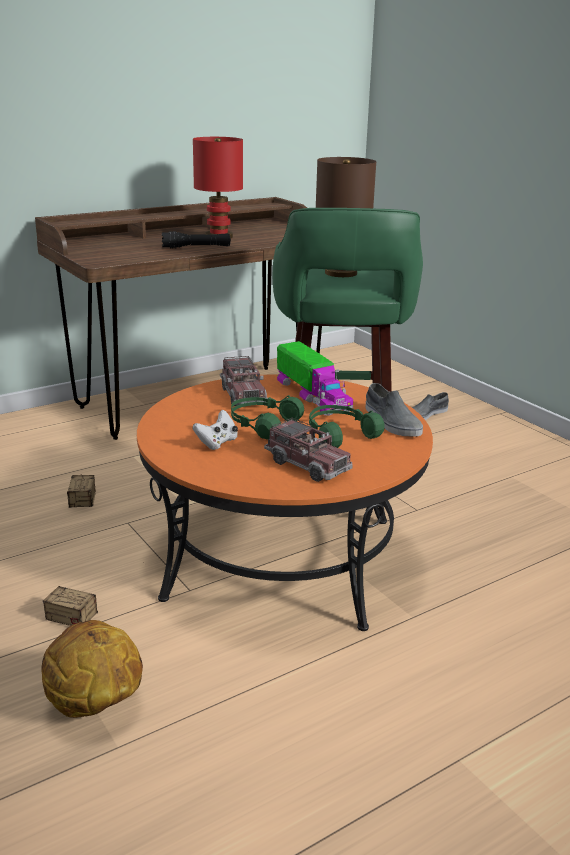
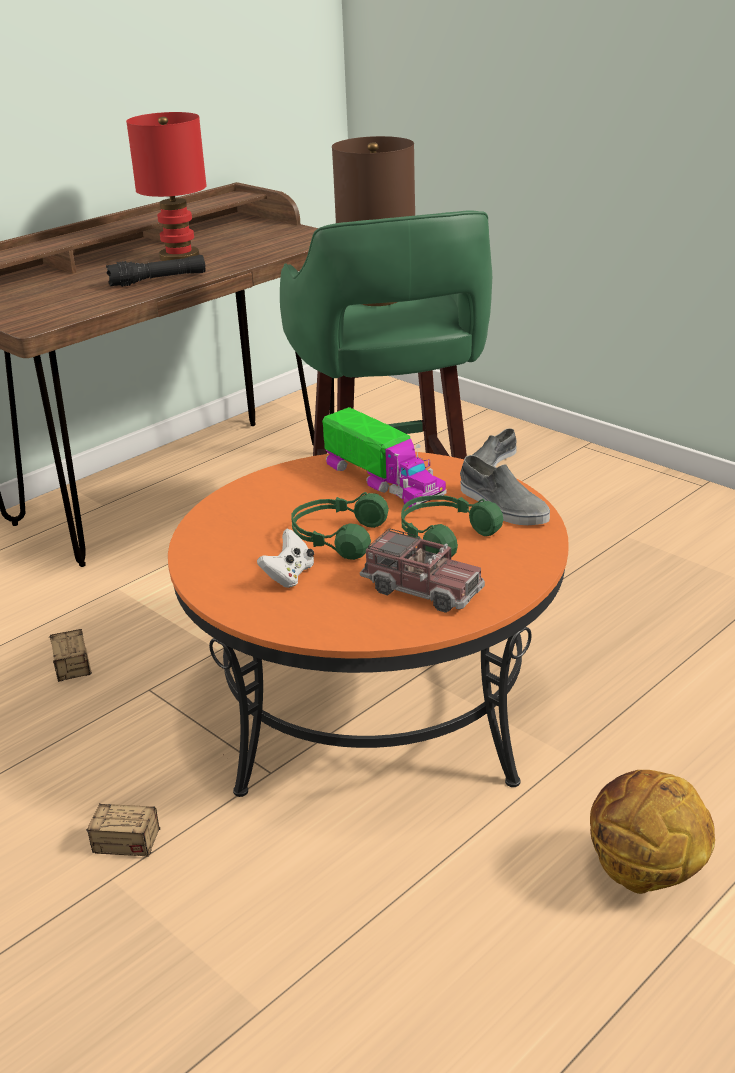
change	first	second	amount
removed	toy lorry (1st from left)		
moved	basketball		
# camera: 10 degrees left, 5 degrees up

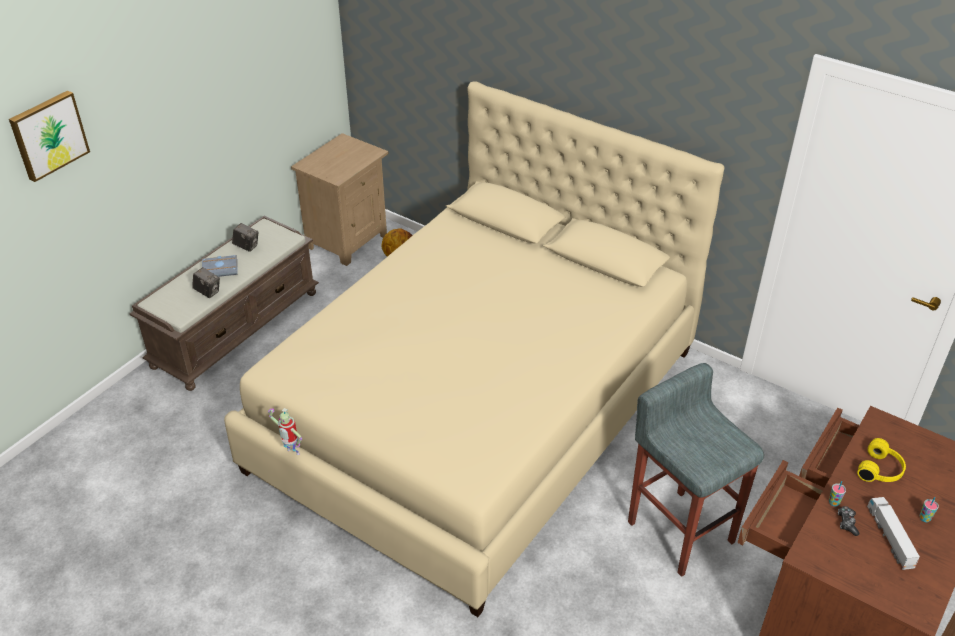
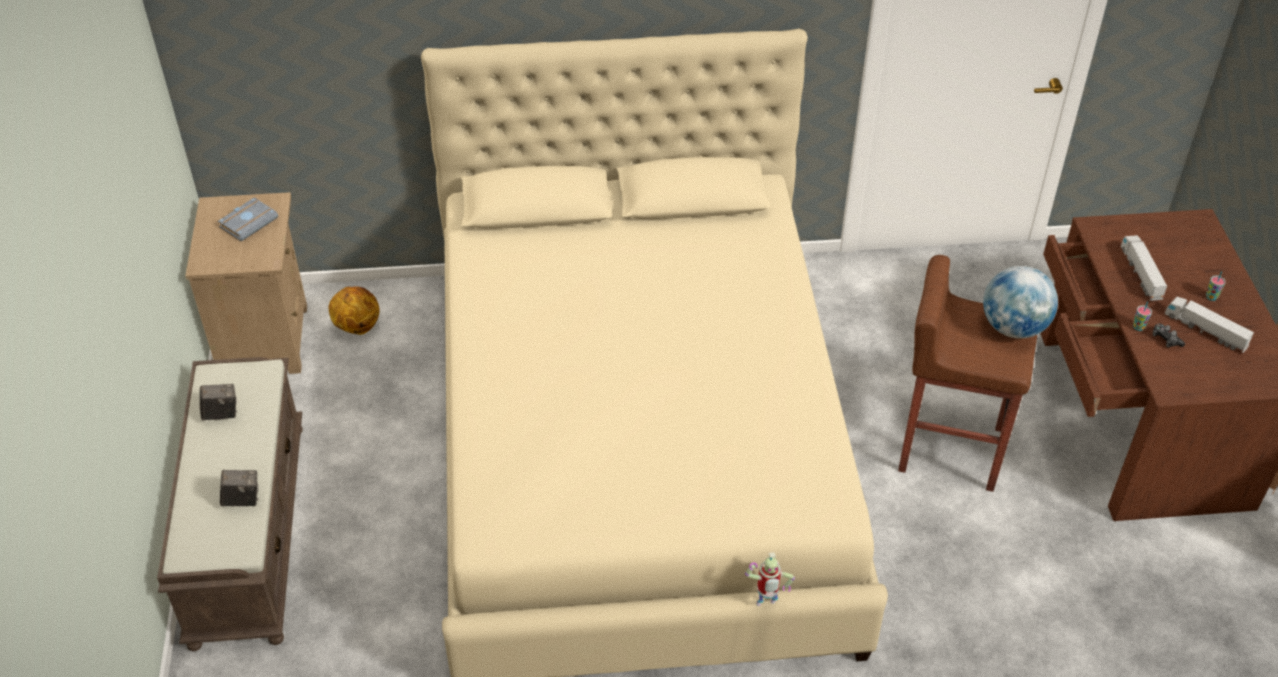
change	first	second	amount
removed	picture		
added		desk globe	
moved	volume (greyish)		
moved	robot figure		
replaced	headphones (yellowish)	toy lorry (1st from left)	
recoloured	sitting stool (greyish)	sitting stool (brownish)	
# camera: 40 degrees left, 5 degrees up

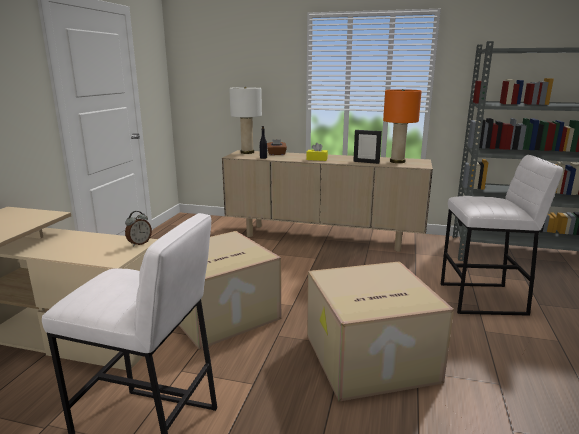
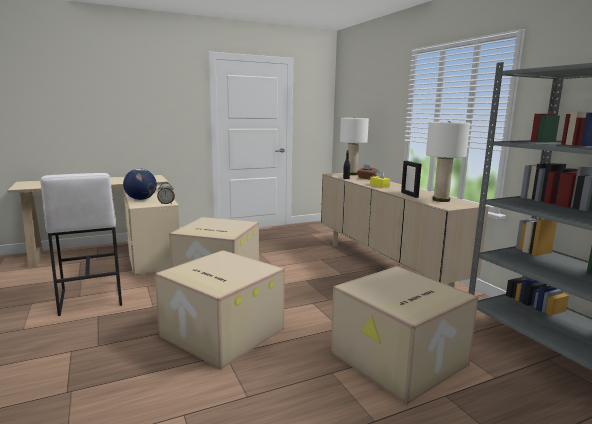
change	first	second	amount
added		desk globe	
replaced	sitting stool (white) (2nd from left)	packing box (3rd from left)	
recoloured	tabletop lamp (orange-coloured)	tabletop lamp (white) (2nd from left)	
# camera: 50 degrees right, 5 degrees down

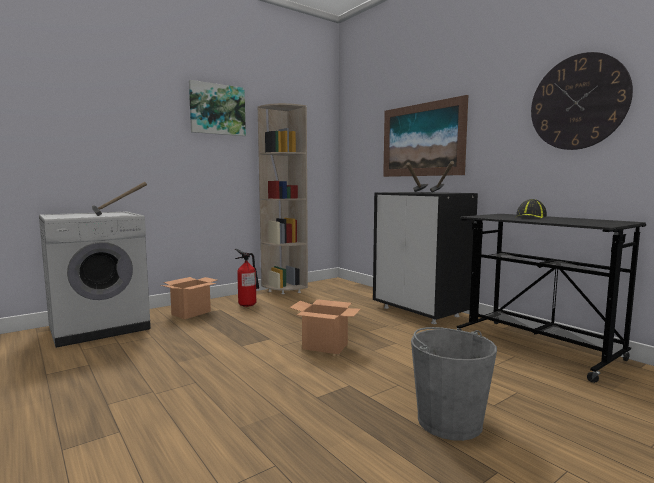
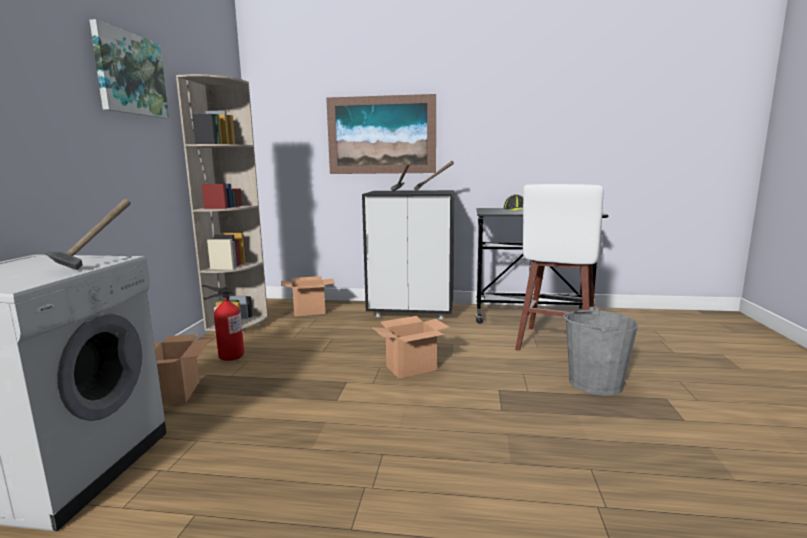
change	first	second	amount
removed	clock on the wall		
added		packing box (2nd from left)	
added		sitting stool (white)	
# camera: 45 degrees left, 5 degrees up

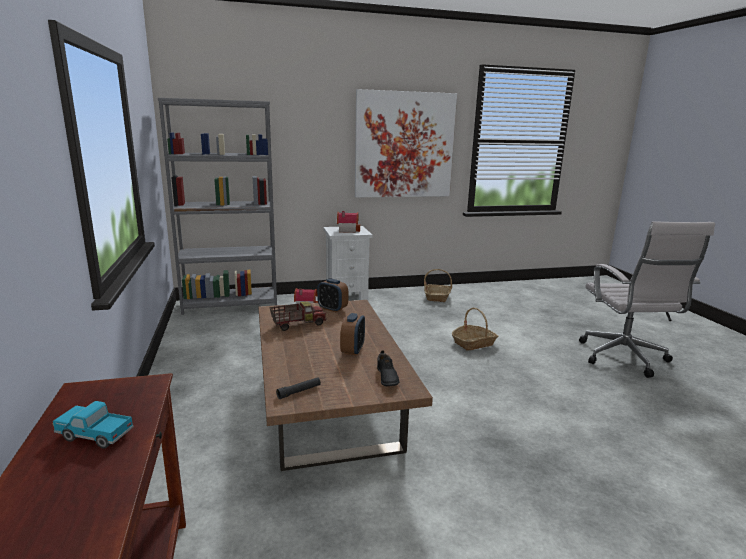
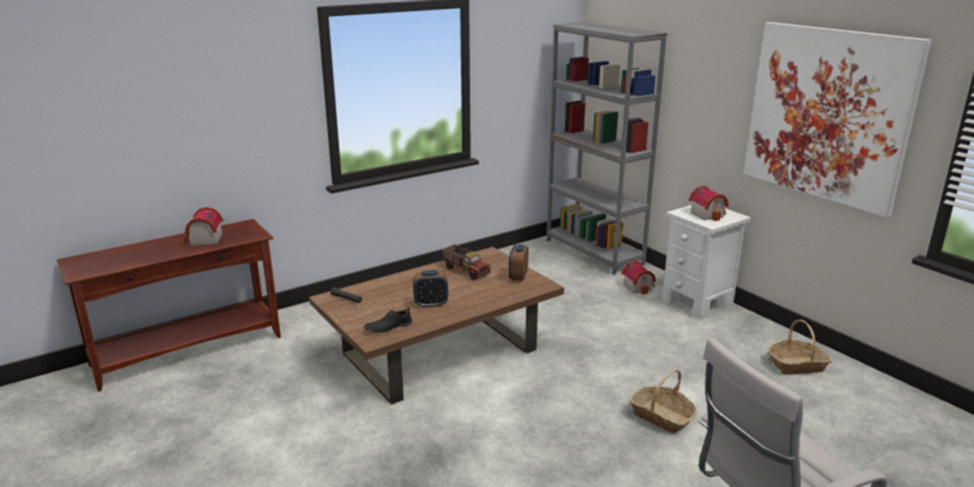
change	first	second	amount
replaced	toy lorry (1st from left)	miniature house (1st from left)	
# camera: 70 degrees right, 5 degrees up

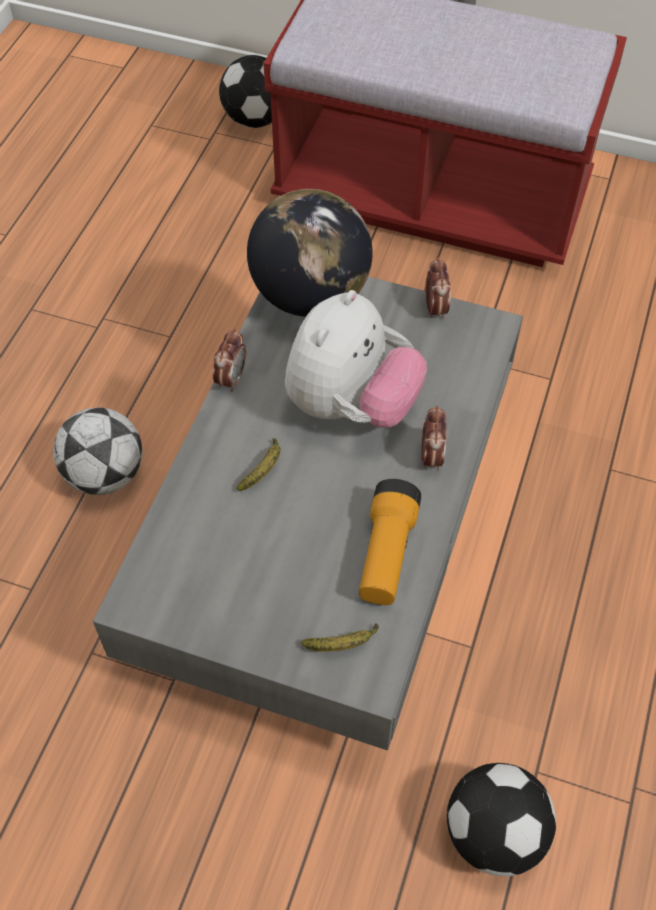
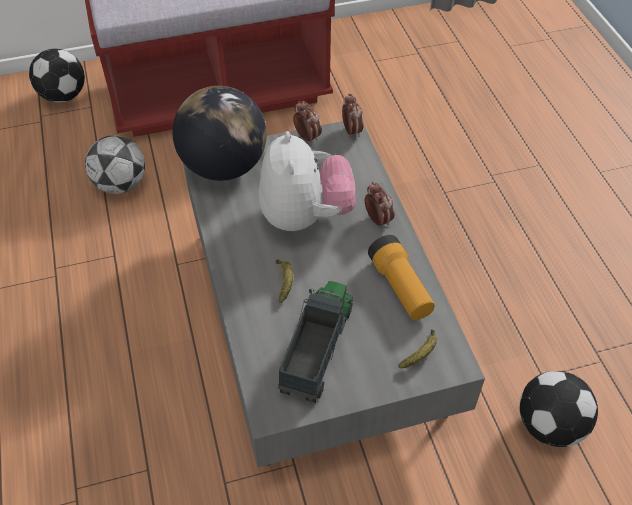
change	first	second	amount
added		toy lorry	
moved	ball for football (1st from left in the first image)	ball for football (2nd from left)	
moved	alarm clock (1st from left in the first image)	alarm clock (2nd from left)	
# camera: 35 degrees left, 5 degrees down

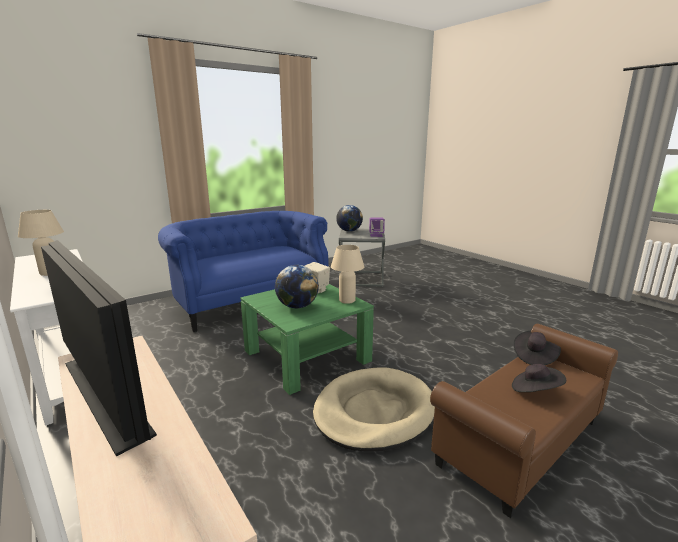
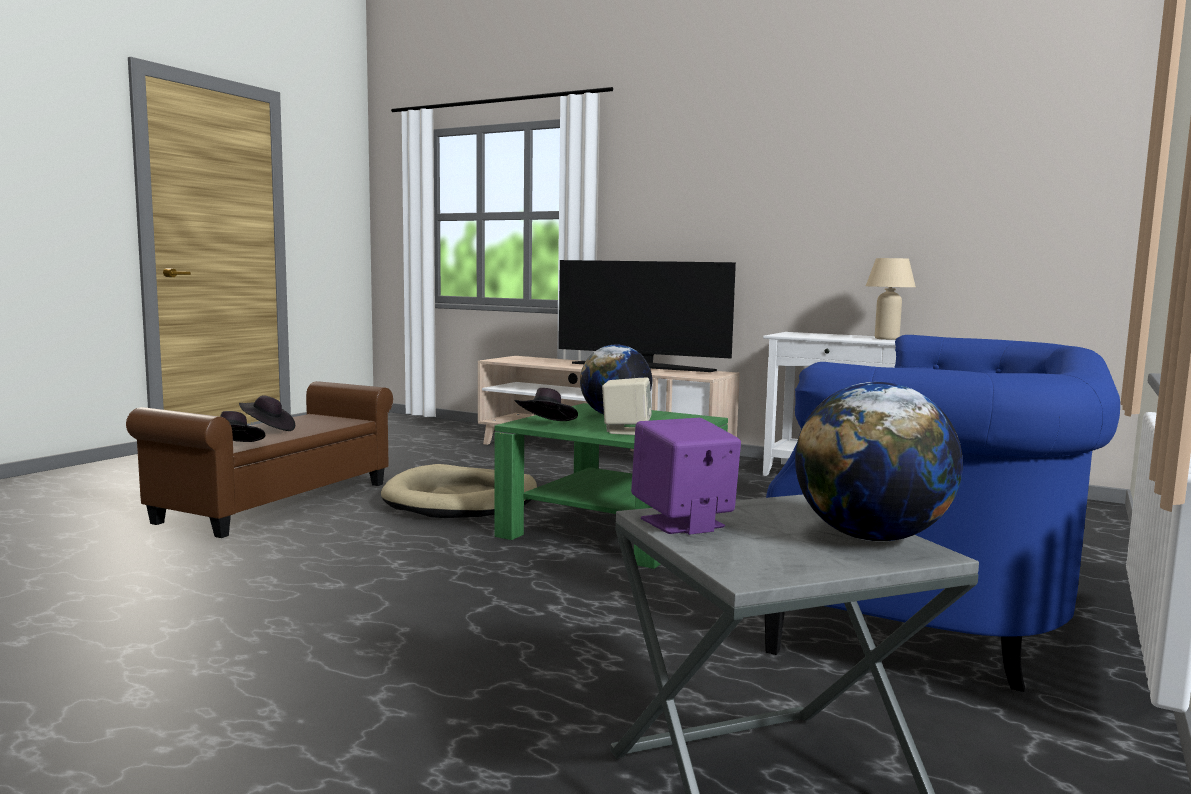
change	first	second	amount
replaced	tabletop lamp (beige) (2nd from left)	clothing hat (blackish) (3rd from left)	
# camera: 155 degrees right, 10 degrees down

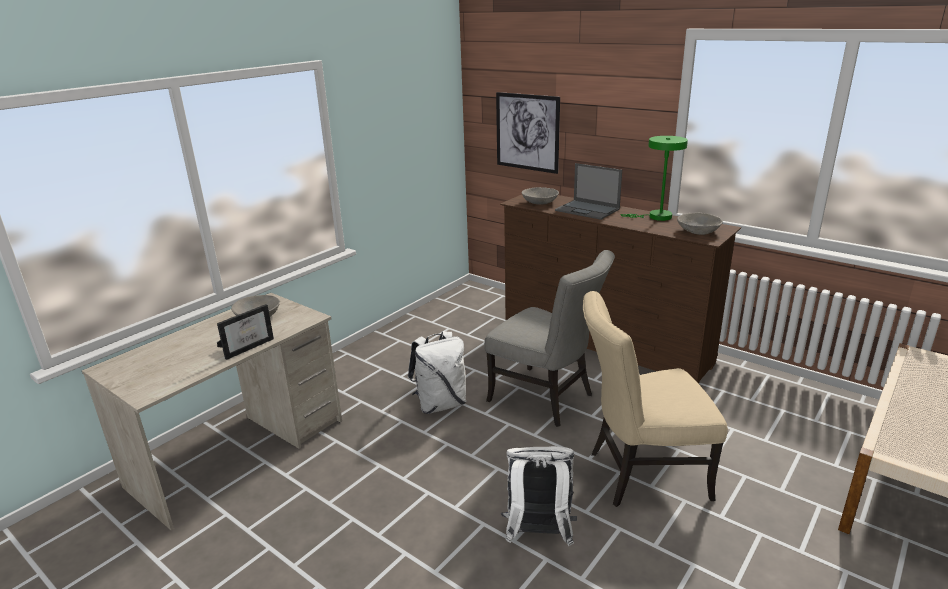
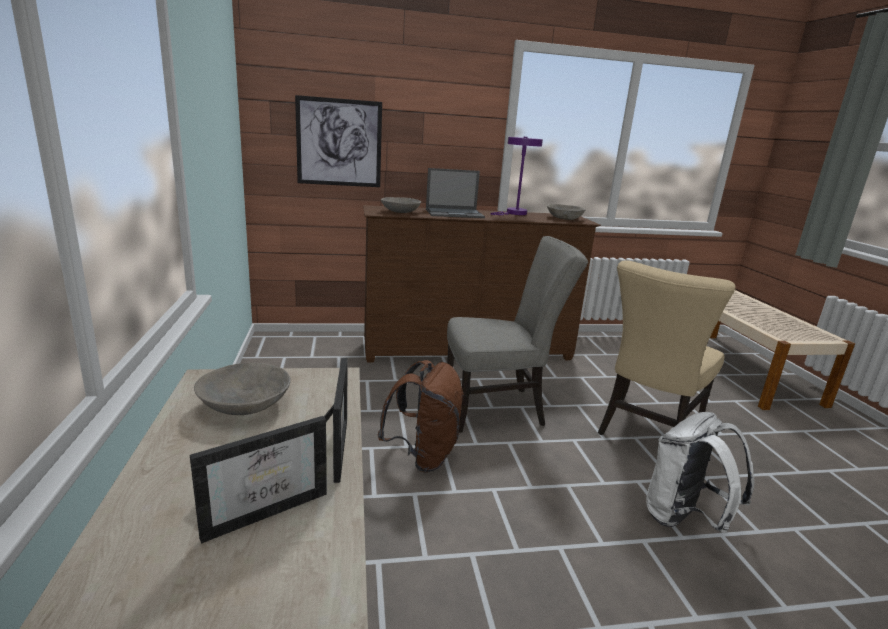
change	first	second	amount
added		photo frame (1st from left)	
recoloured	rucksack (white) (1st from left)	rucksack (brownish)	
recoloured	tabletop lamp (green)	tabletop lamp (purple-coloured)	
# camera: 50 degrees left, 5 degrees down

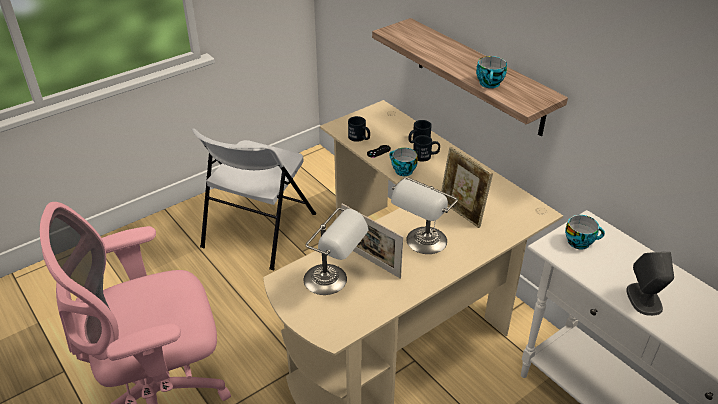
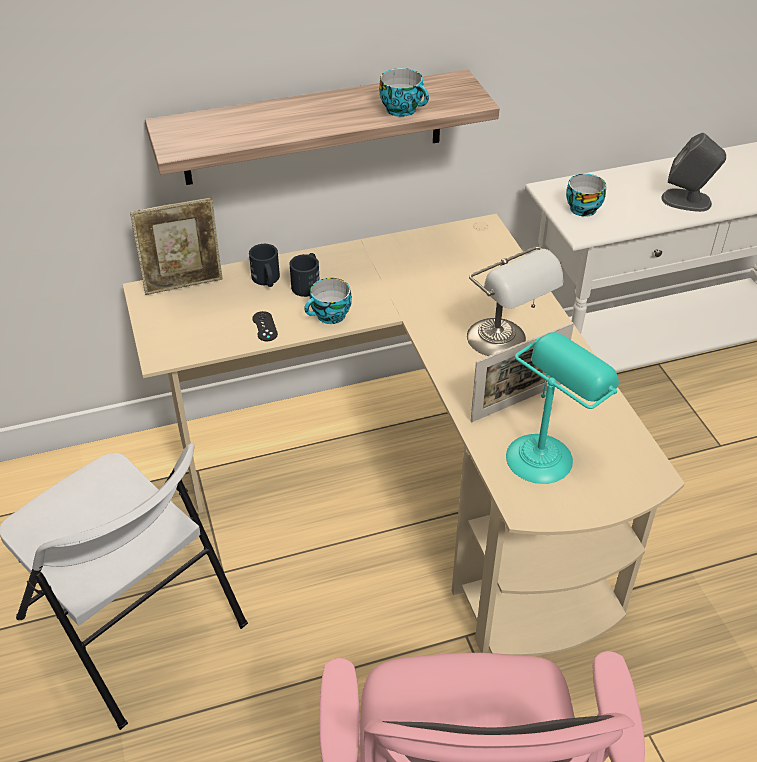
change	first	second	amount
removed	coffee mug (blackish) (1st from left)		
moved	photo frame (2nd from left in the first image)	photo frame (1st from left)	
recoloured	tabletop lamp (white) (1st from left)	tabletop lamp (blue-green)	
# camera: 70 degrees left, 5 degrees up

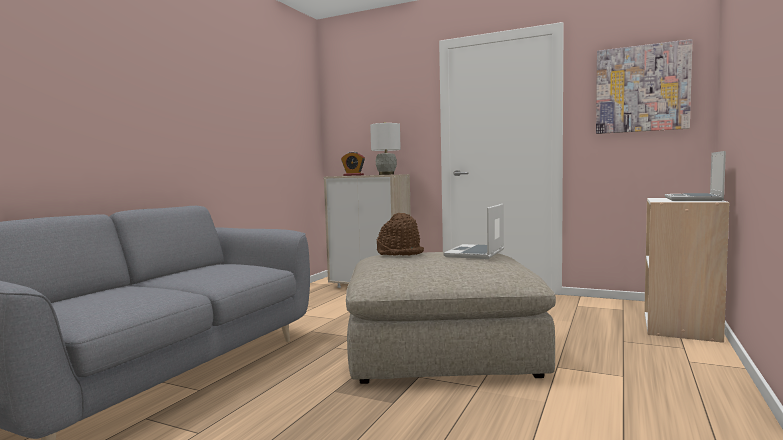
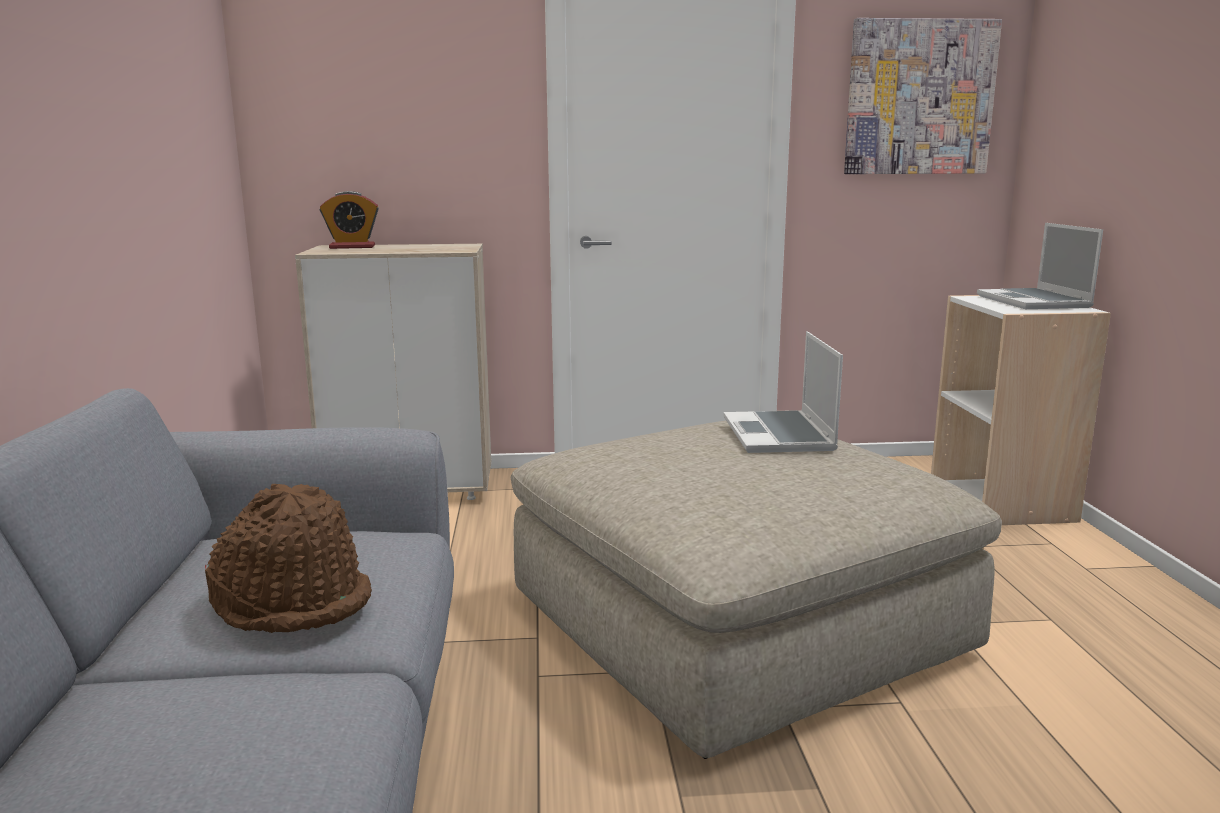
change	first	second	amount
removed	tabletop lamp (white)		
moved	clothing hat (brownish)		
# camera: 30 degrees left, 10 degrees up

